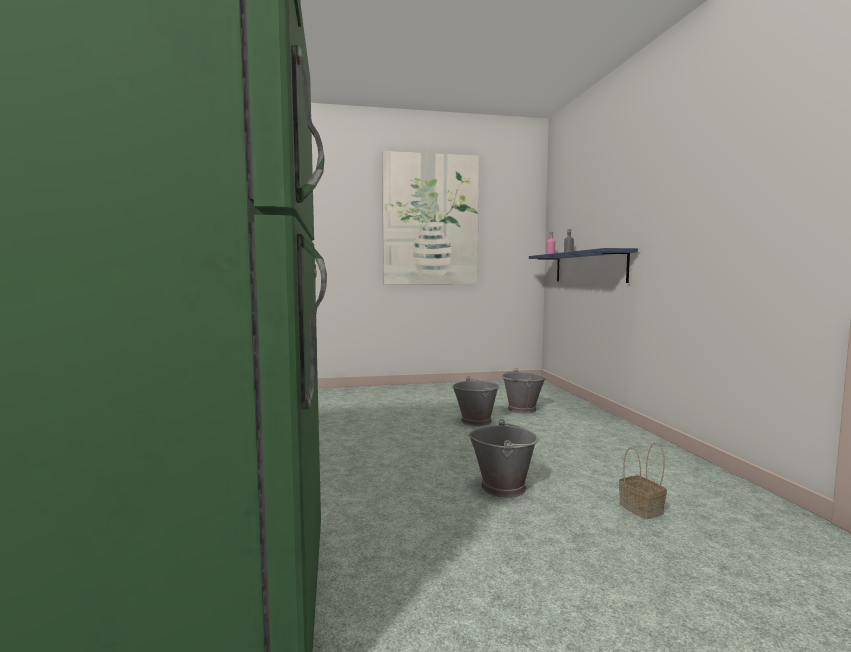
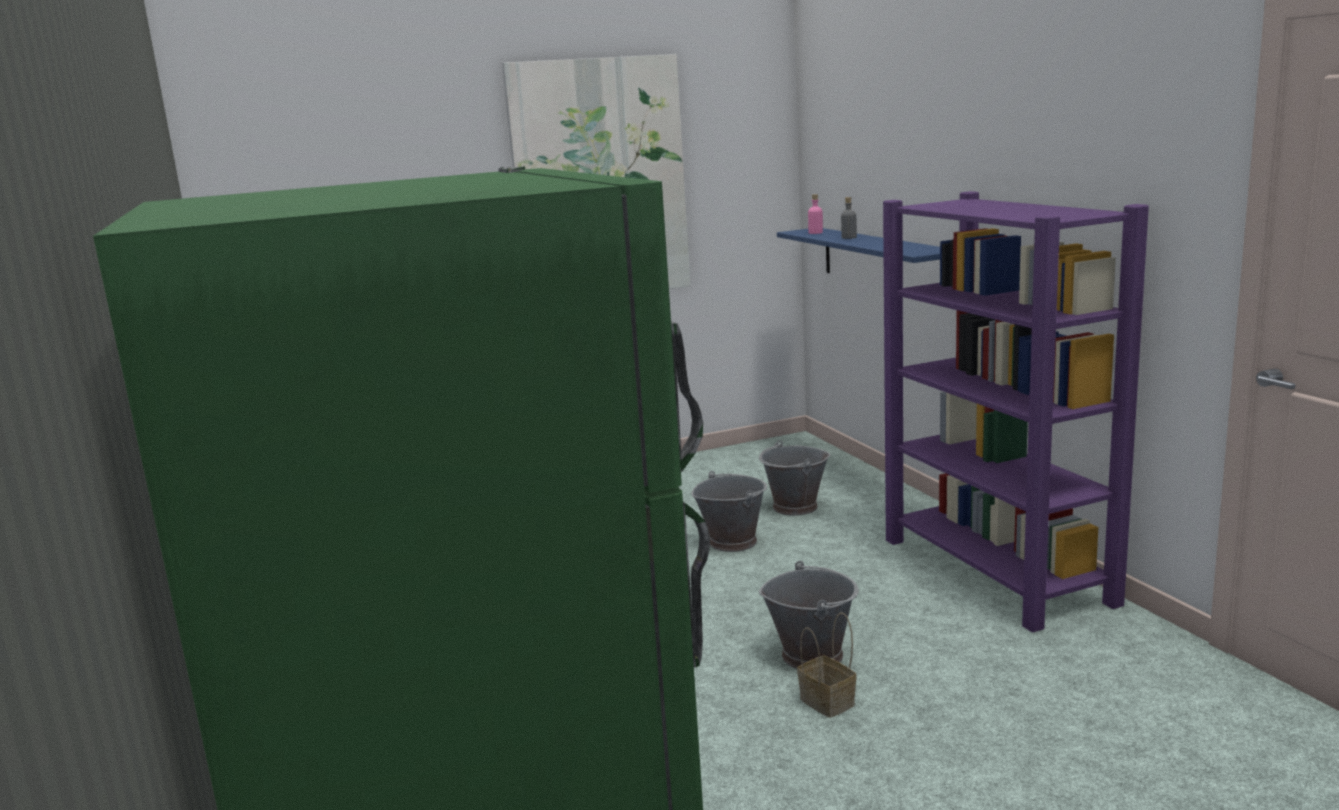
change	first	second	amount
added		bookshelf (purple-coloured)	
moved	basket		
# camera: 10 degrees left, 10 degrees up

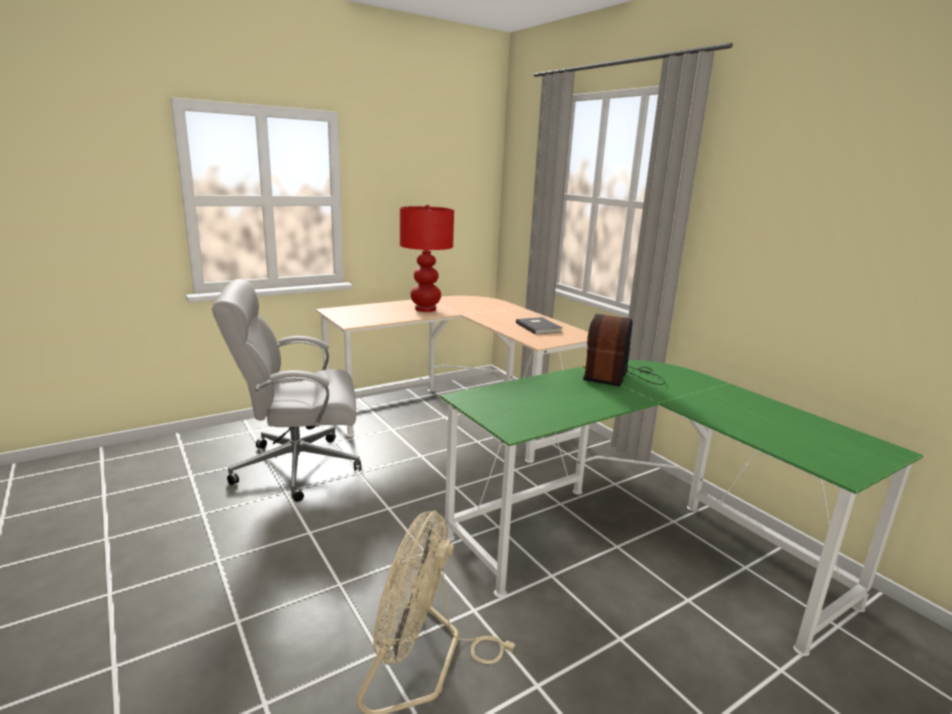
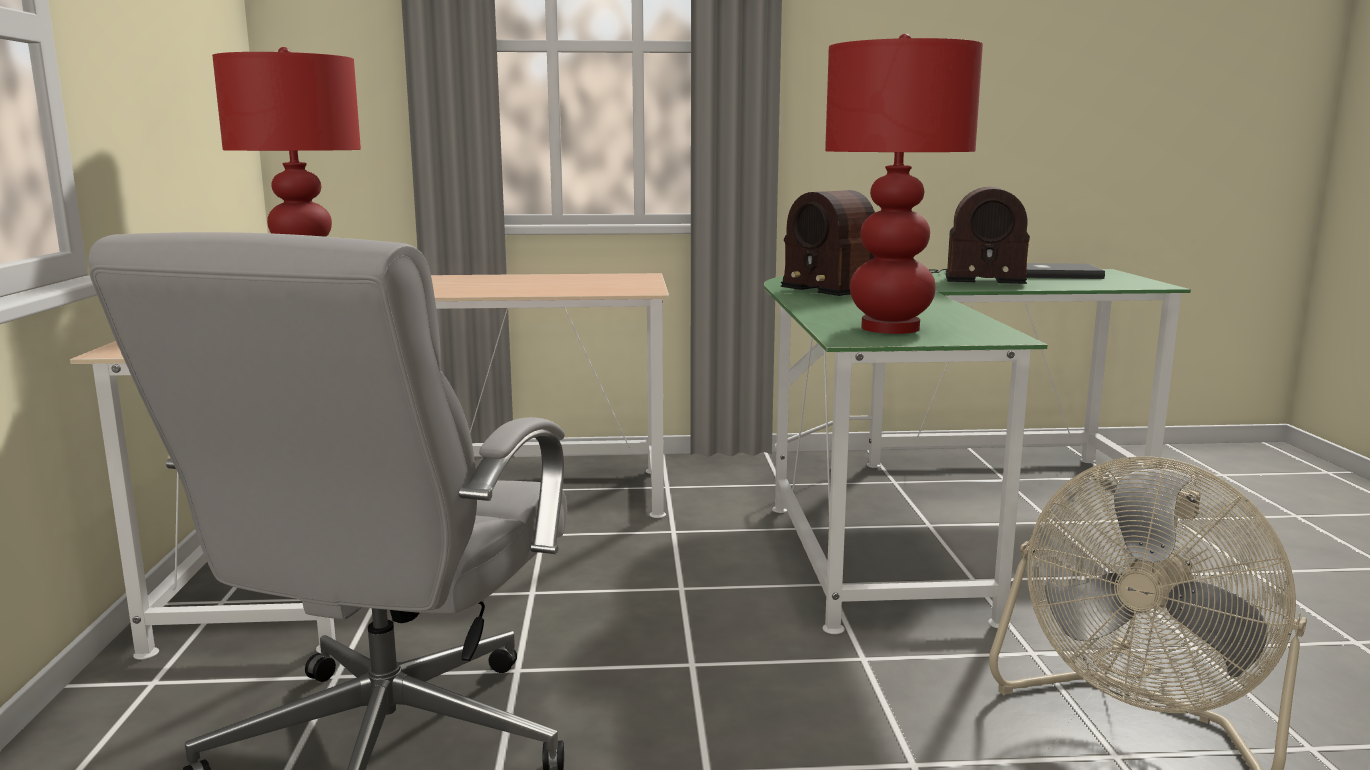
change	first	second	amount
added		tabletop lamp (red) (2nd from left)	
added		radio receiver (2nd from left)	
moved	volume (greyish)		
# camera: 60 degrees left, 5 degrees down

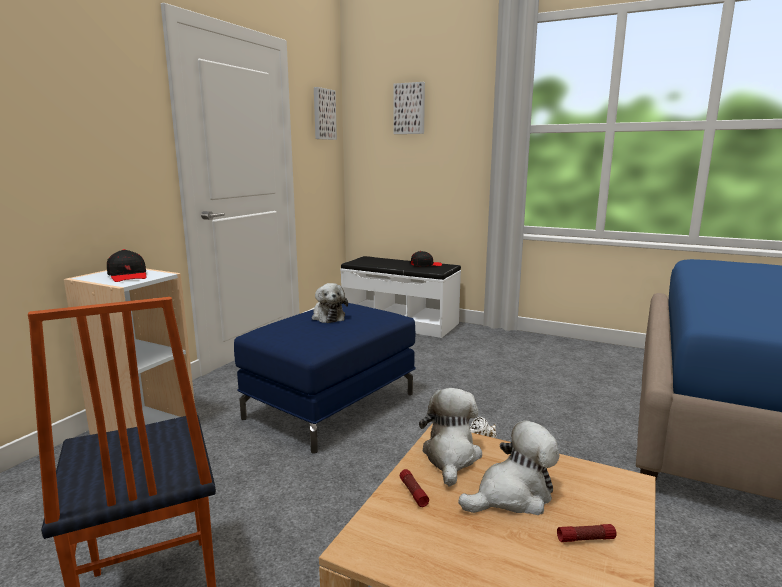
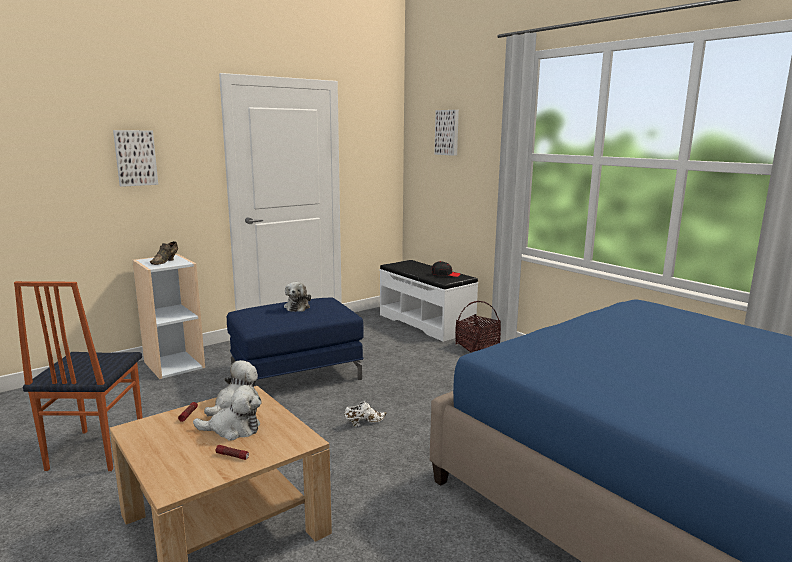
change	first	second	amount
added		basket	
moved	picture (1st from left)		
replaced	peaked cap (blackish) (1st from left)	shoe (brownish)	
# camera: 25 degrees right, 0 degrees up

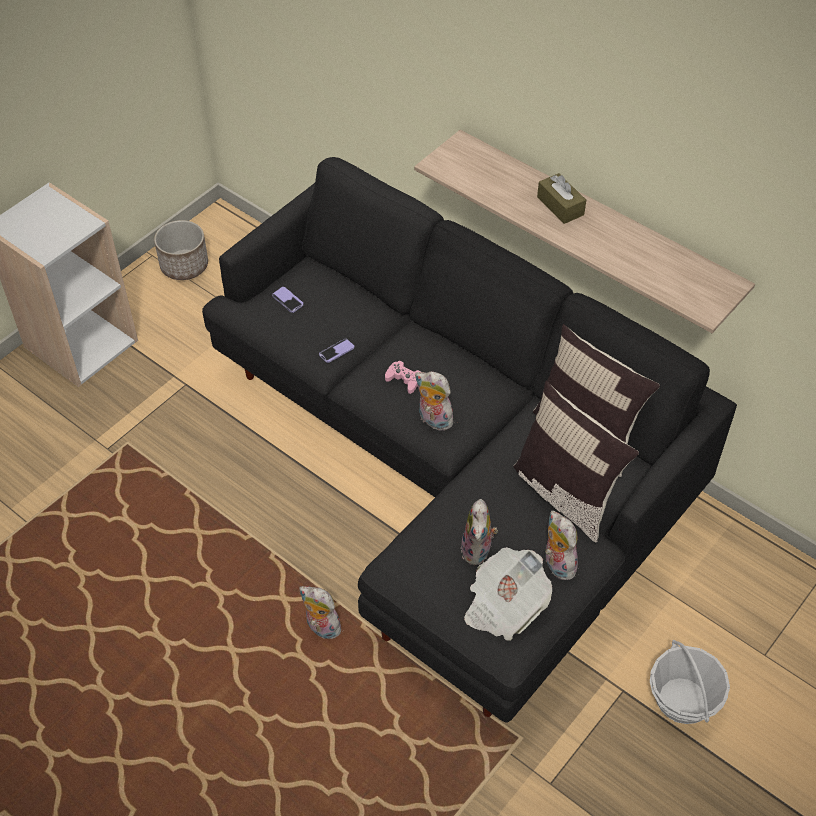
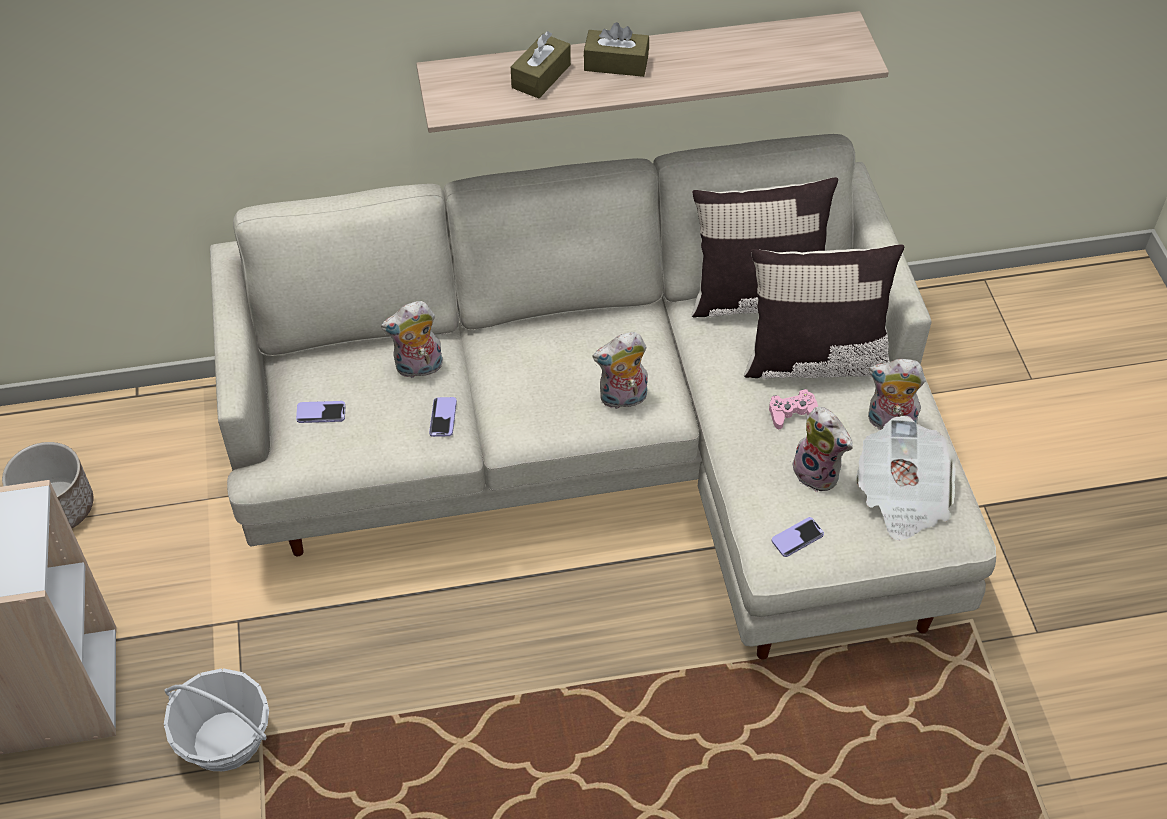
change	first	second	amount
added		tissue holder (brownish) (1st from left)	
added		telephone (3rd from left)	
moved	cuddly toy (1st from left)		
moved	gamepad (pinkish)		
moved	basket		
recoloured	couch (blackish)	couch (beige)	
# camera: 50 degrees left, 0 degrees up

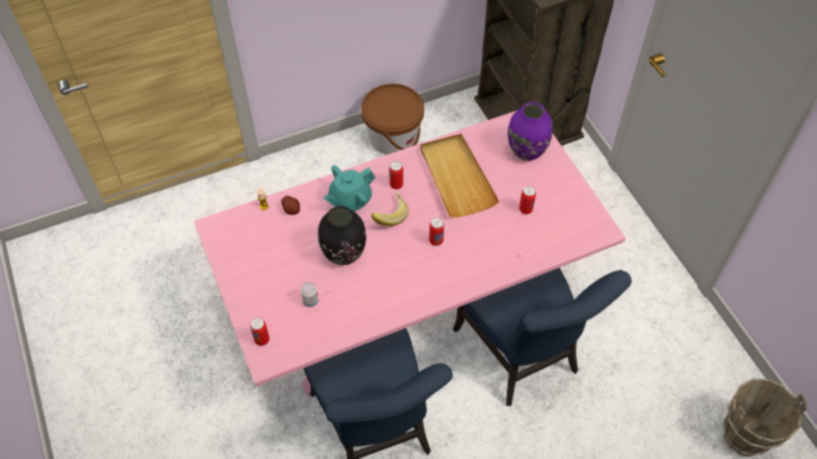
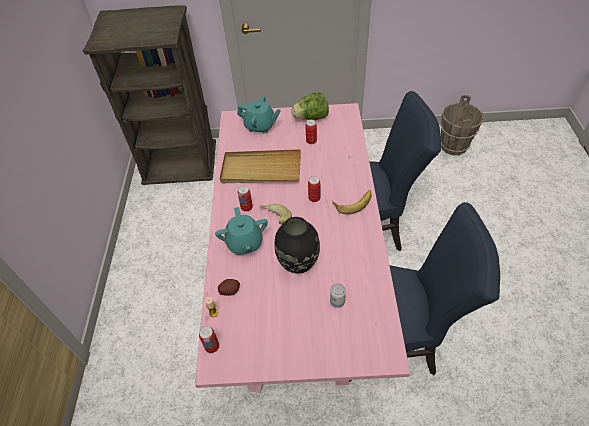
change	first	second	amount
removed	water bucket (brownish) (1st from left)		
added		head of lettuce	
added		banana (2nd from left)	
moved	can (1st from left)		
replaced	flower vase (purple-coloured)	pot for tea (blue-green) (2nd from left)	
# camera: 65 degrees left, 5 degrees down

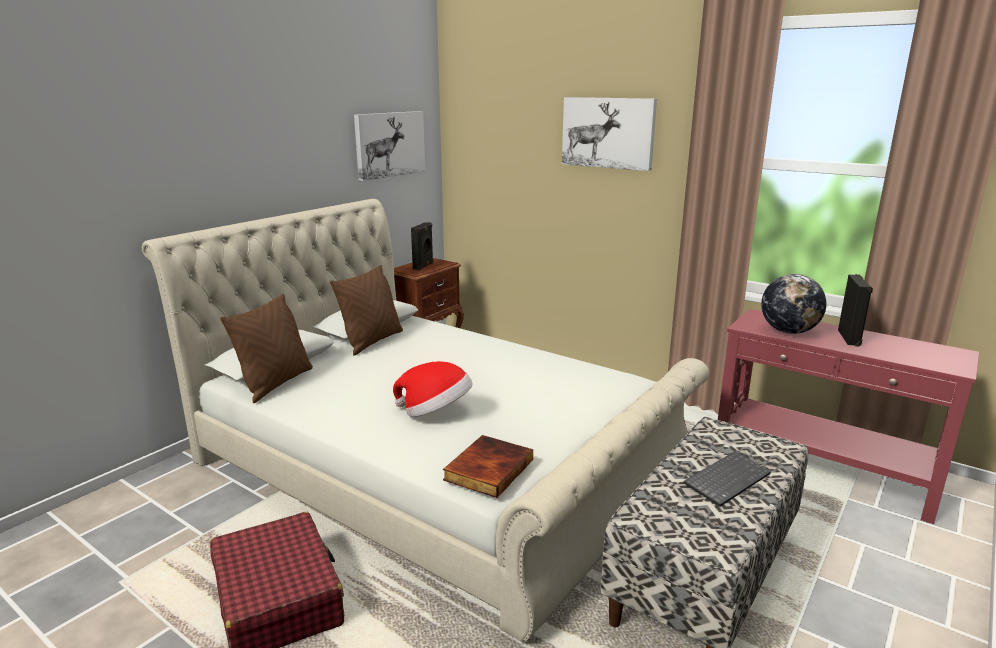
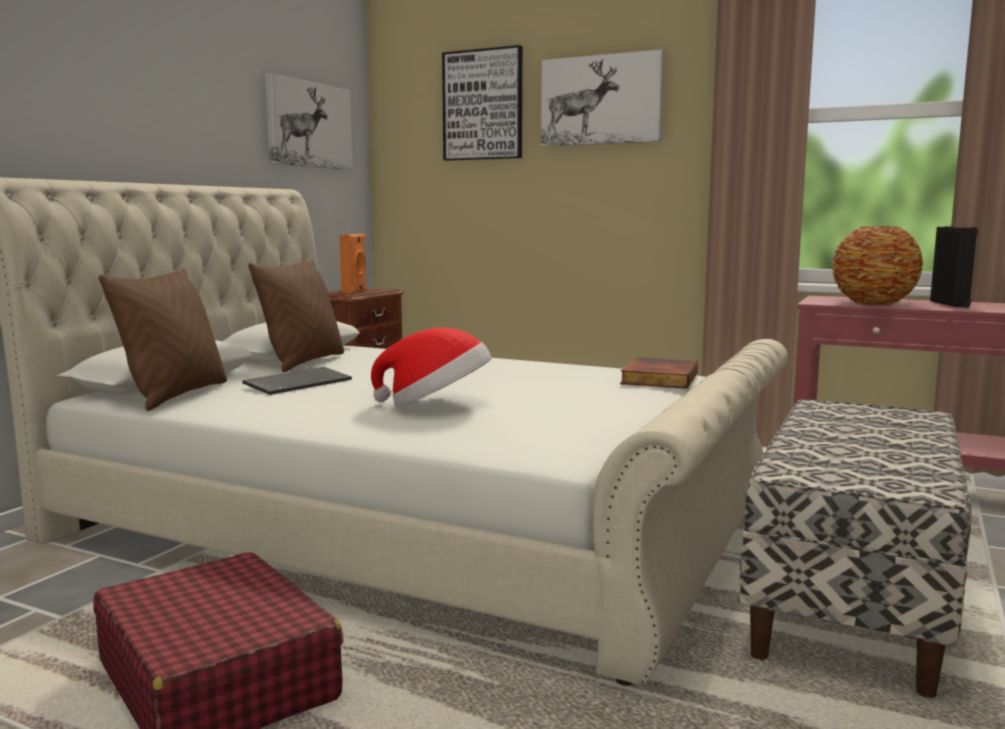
change	first	second	amount
added		picture (2nd from left)	
moved	volume		
moved	keyboard		
replaced	desk globe	flower vase	
recoloured	speaker (blackish) (1st from left)	speaker (orange-coloured)	
# camera: 10 degrees left, 10 degrees down

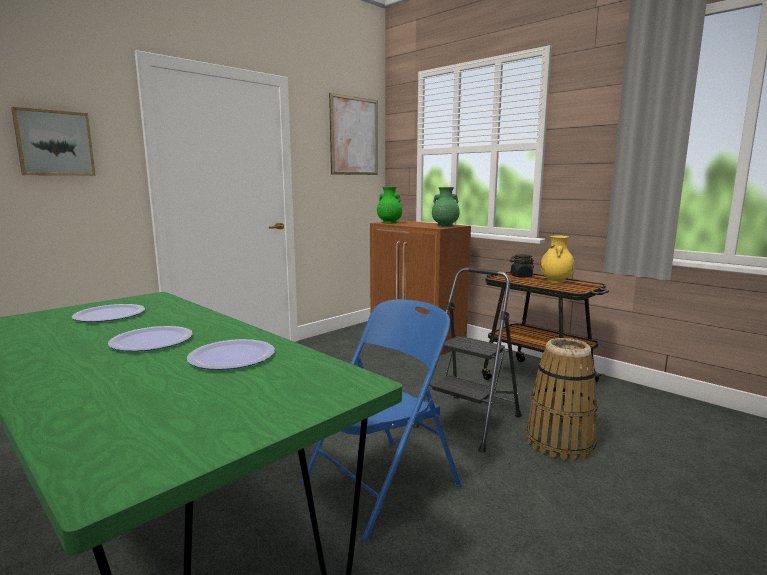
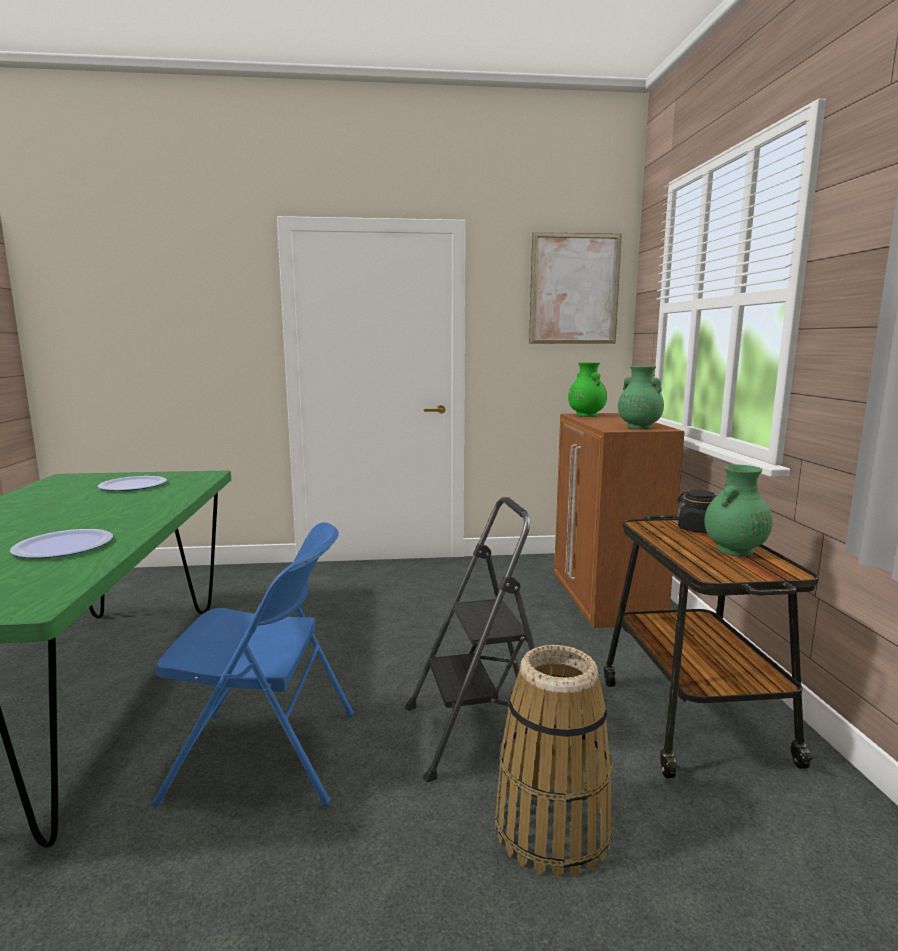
change	first	second	amount
removed	picture (1st from left)		
removed	flat dish (2nd from left)		
recoloured	flower vase (yellowish)	flower vase (green) (3rd from left)	
# camera: 40 degrees right, 0 degrees up

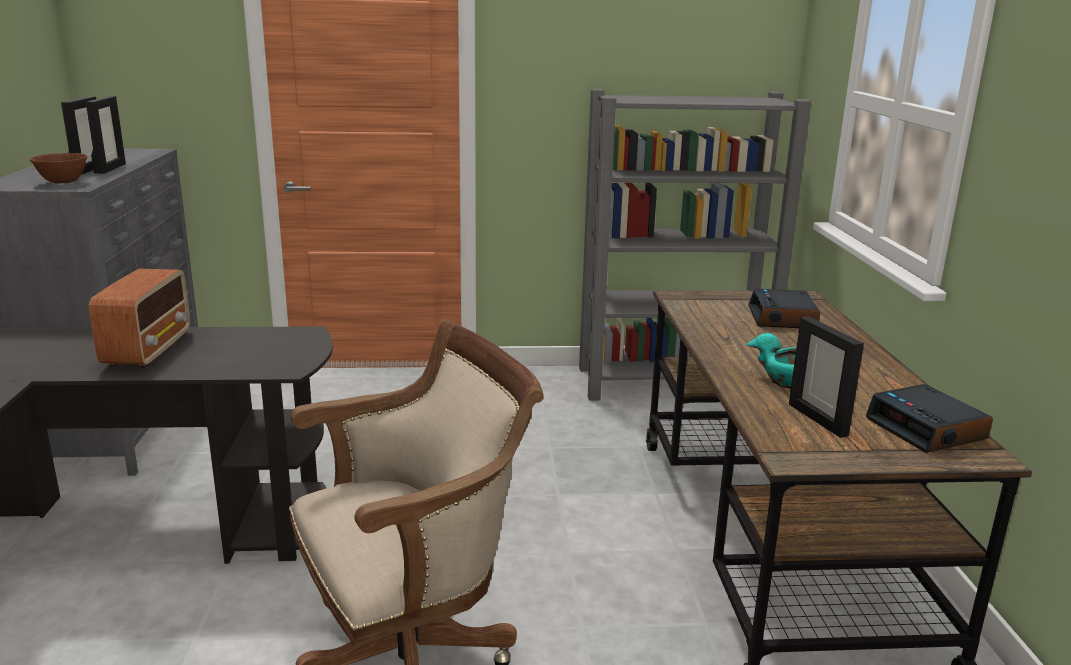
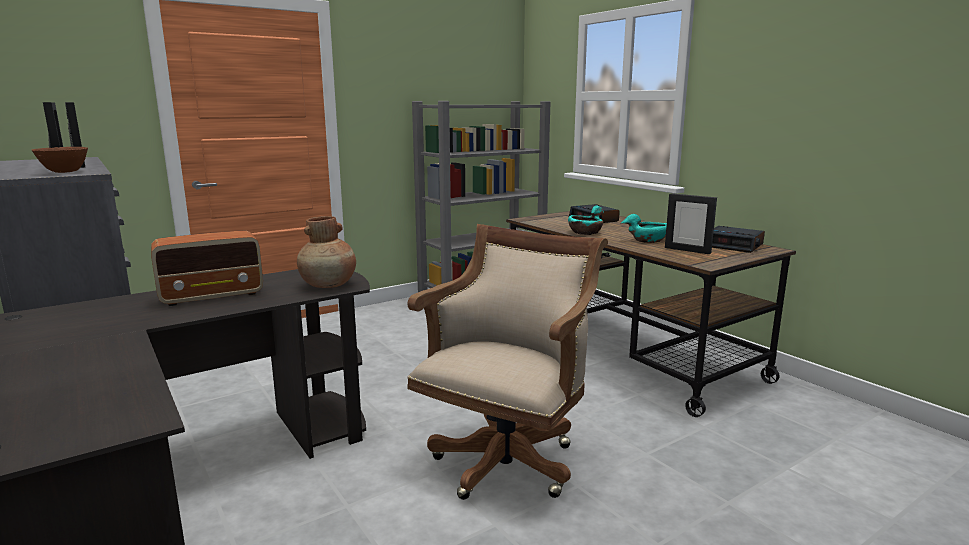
change	first	second	amount
added		flower vase (brownish)	
added		deep dish (blue-green) (1st from left)	
turned	radio receiver		90 degrees clockwise
# camera: 30 degrees left, 5 degrees down

